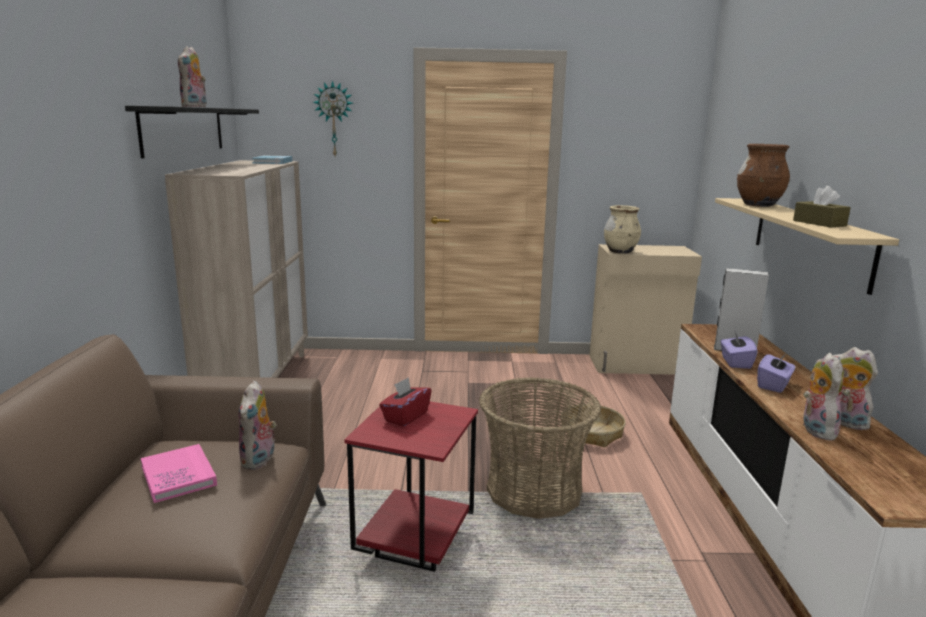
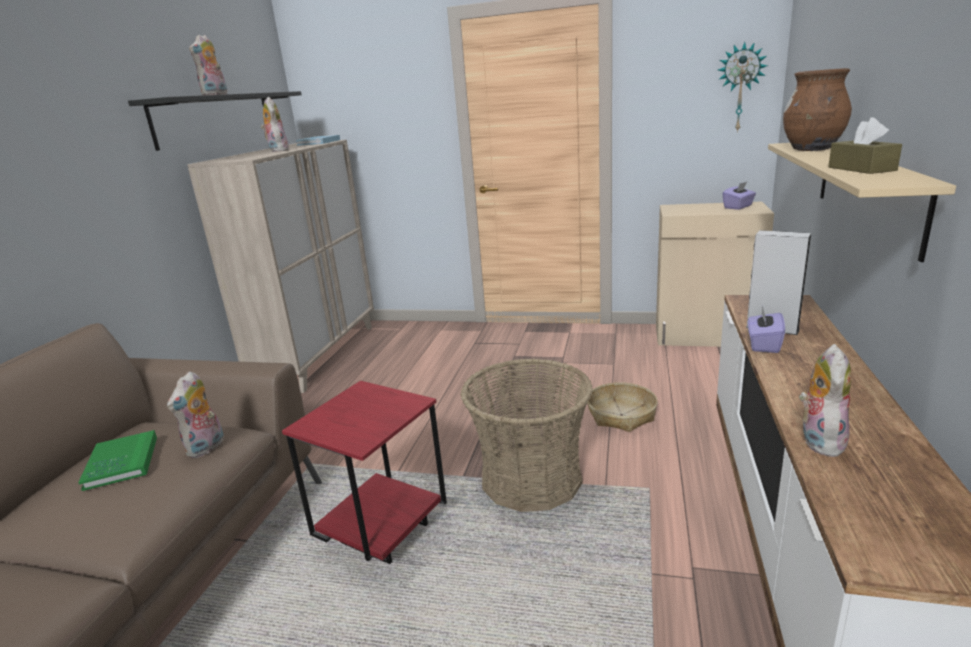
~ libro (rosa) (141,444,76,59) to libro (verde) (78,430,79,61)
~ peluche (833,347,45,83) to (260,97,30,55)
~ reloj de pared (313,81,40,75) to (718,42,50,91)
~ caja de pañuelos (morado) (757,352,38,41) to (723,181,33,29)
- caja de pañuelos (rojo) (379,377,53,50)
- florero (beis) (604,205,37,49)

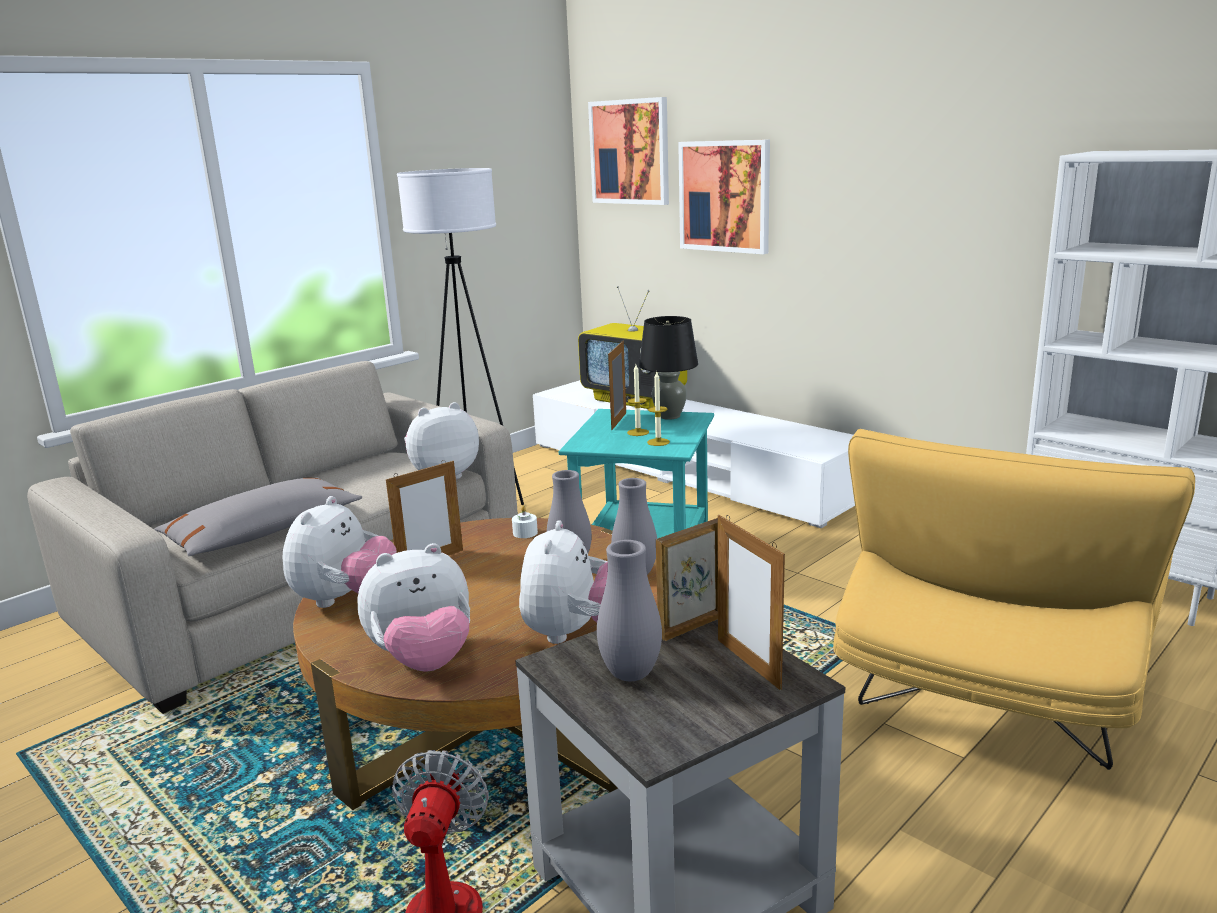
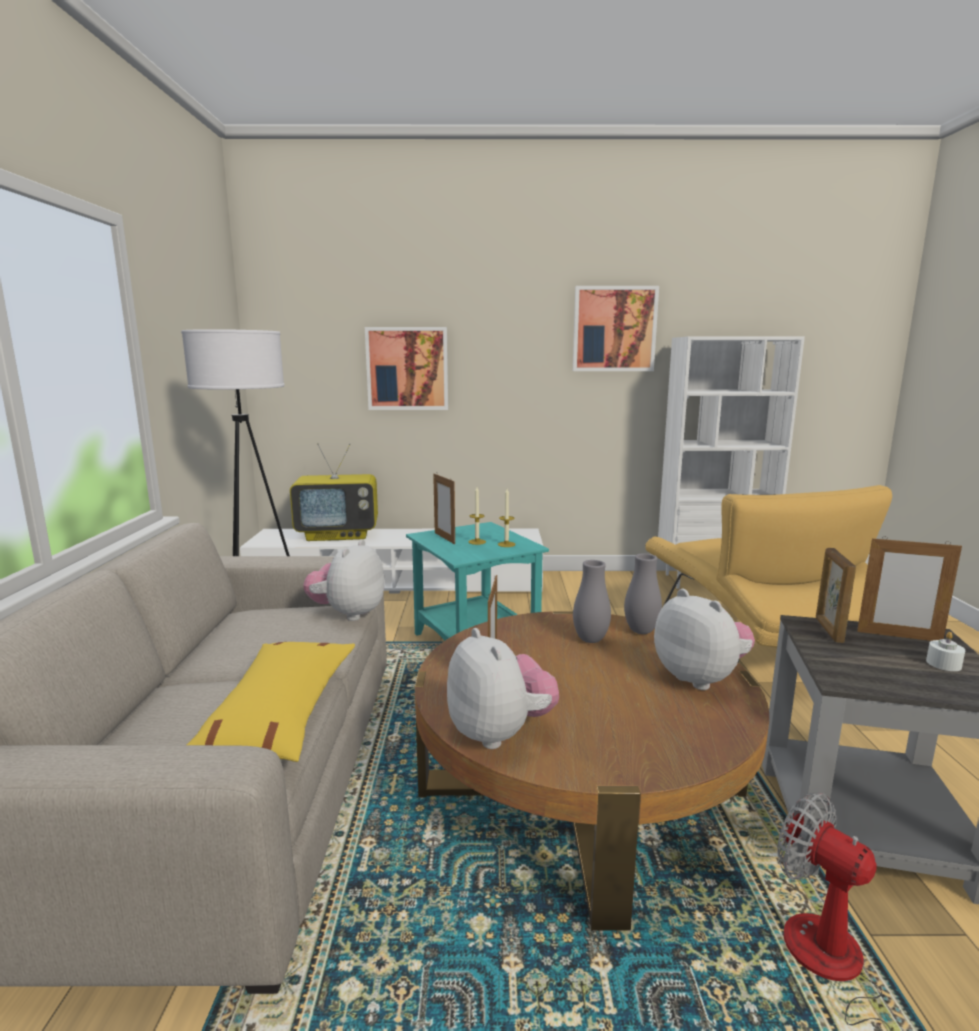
~ cojín (gris) (154,477,209,79) to cojín (amarillo) (187,642,168,120)
~ cuadro (588,97,81,108) to (573,286,86,85)
~ vela (blanco) (512,506,26,32) to (926,632,39,39)
- peluche (357,543,113,129)
- florero (gris) (597,540,65,141)
- lámpara de mesa (negro) (639,316,59,104)

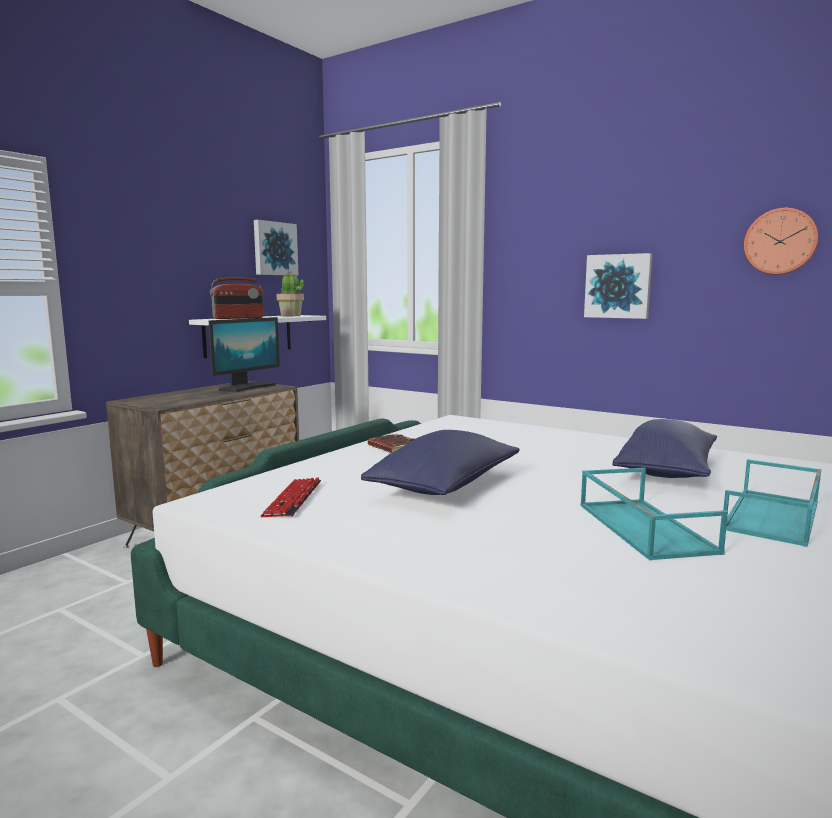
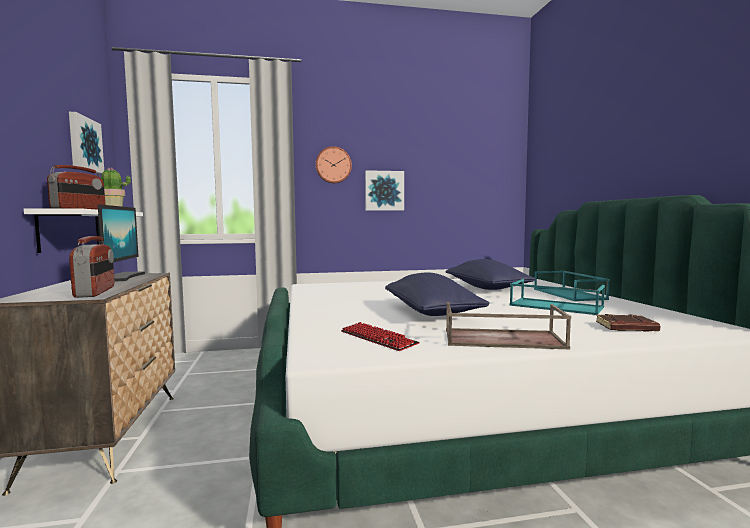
+ radio (69,236,46,62)
~ reloj de pared (744,208,75,67) to (316,146,36,37)
+ bandeja (marrón) (446,302,125,47)
~ libro (marrón) (368,434,46,19) to (596,314,64,18)

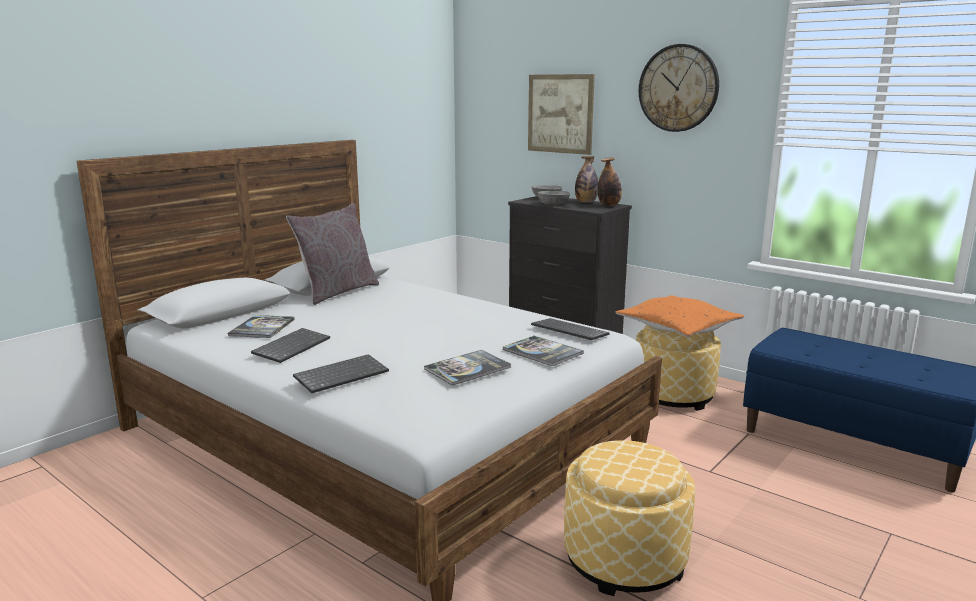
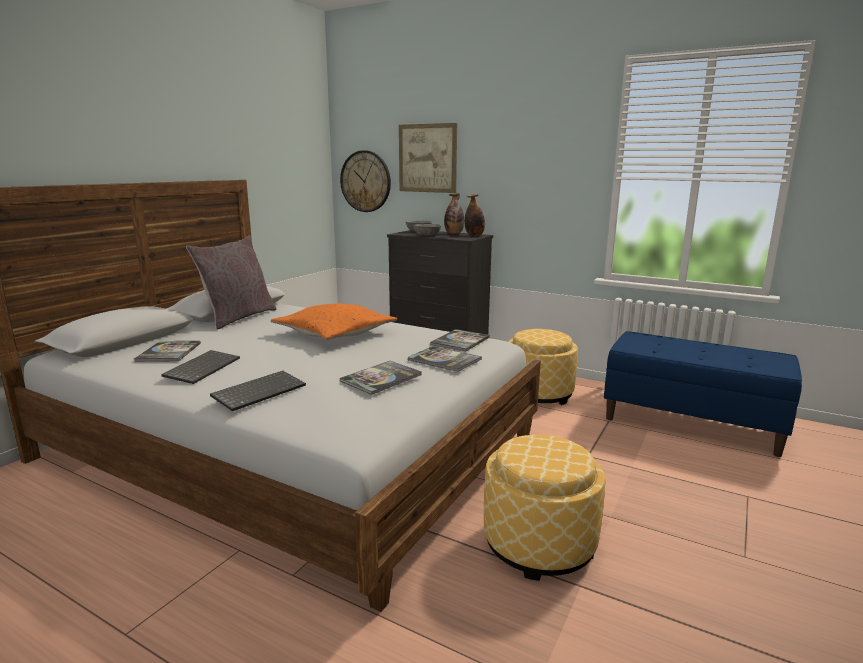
~ cojín (naranja) (616,295,128,42) to (271,303,126,37)
~ reloj de pared (639,44,80,88) to (340,150,51,62)
~ teclado (531,318,78,22) to libro (430,329,60,22)

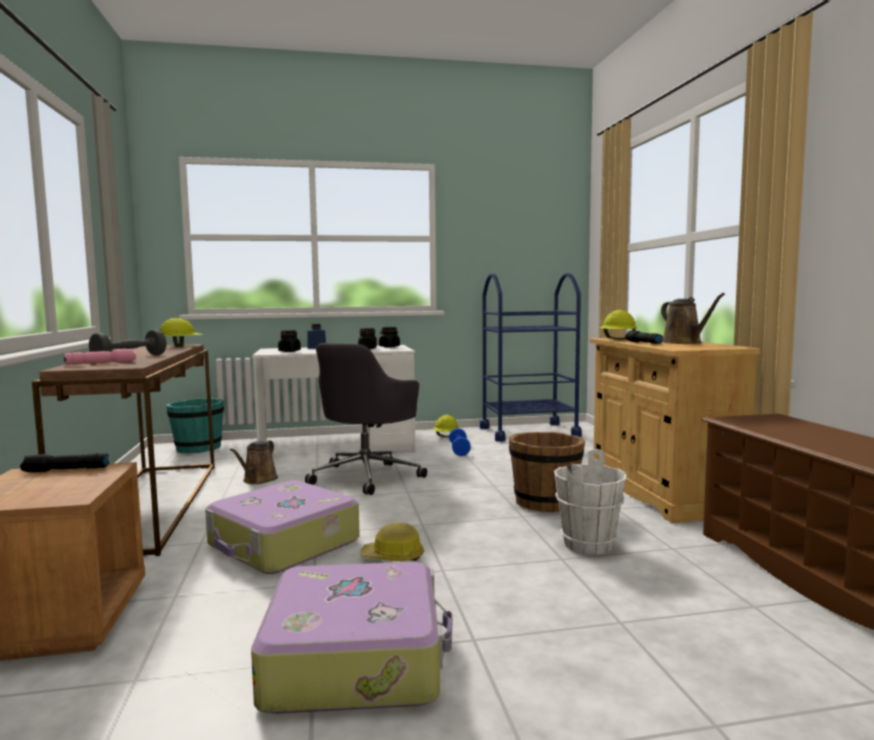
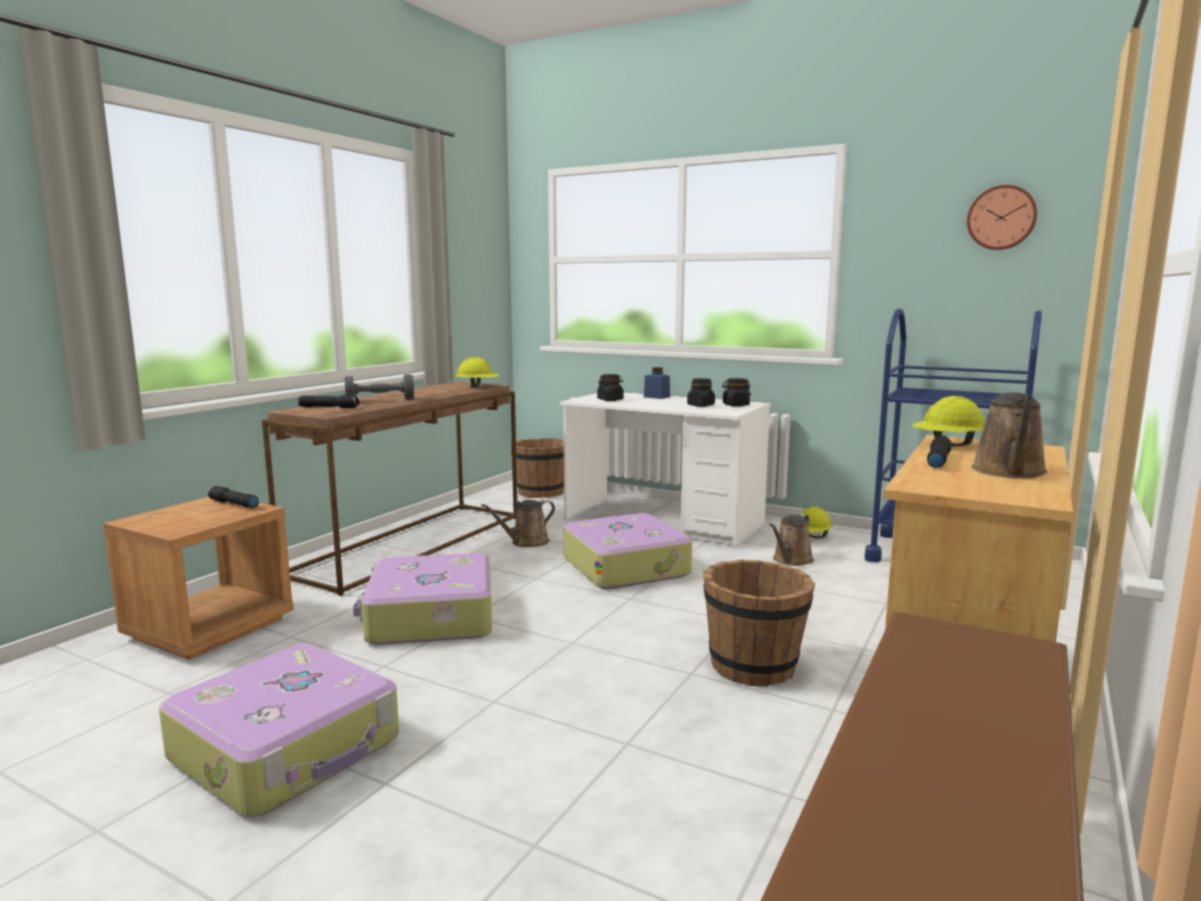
~ linterna (rosa) (63,349,73,16) to linterna (negro) (298,395,61,13)
~ cubo (turquesa) (166,398,58,55) to cubo (marrón) (511,438,53,60)
~ silla de oficina (gris) (305,343,122,152) to maleta (564,513,128,76)
~ mancuerna (azul) (449,428,22,28) to regadera (marrón) (769,514,45,52)
+ reloj de pared (967,185,70,65)
- casco (360,523,64,38)
- cubo (blanco) (554,449,72,106)

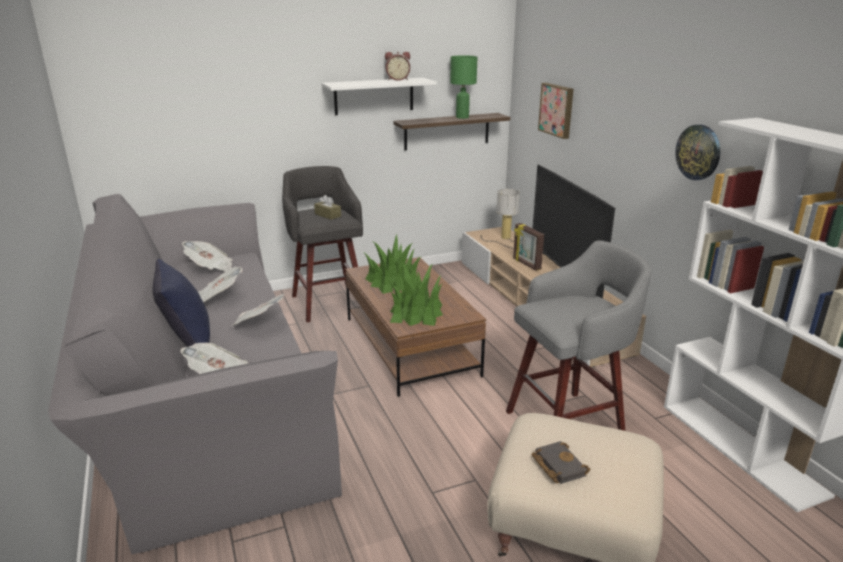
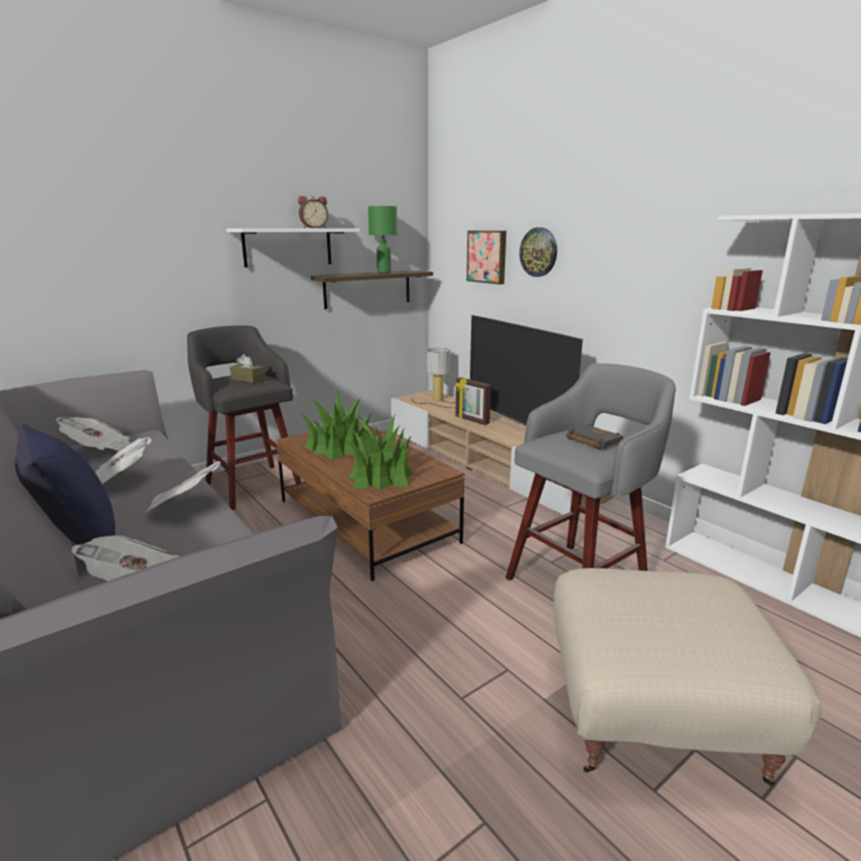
~ reloj de pared (675,125,45,55) to (519,228,38,49)
~ libro (negro) (531,441,59,43) to (566,423,57,27)

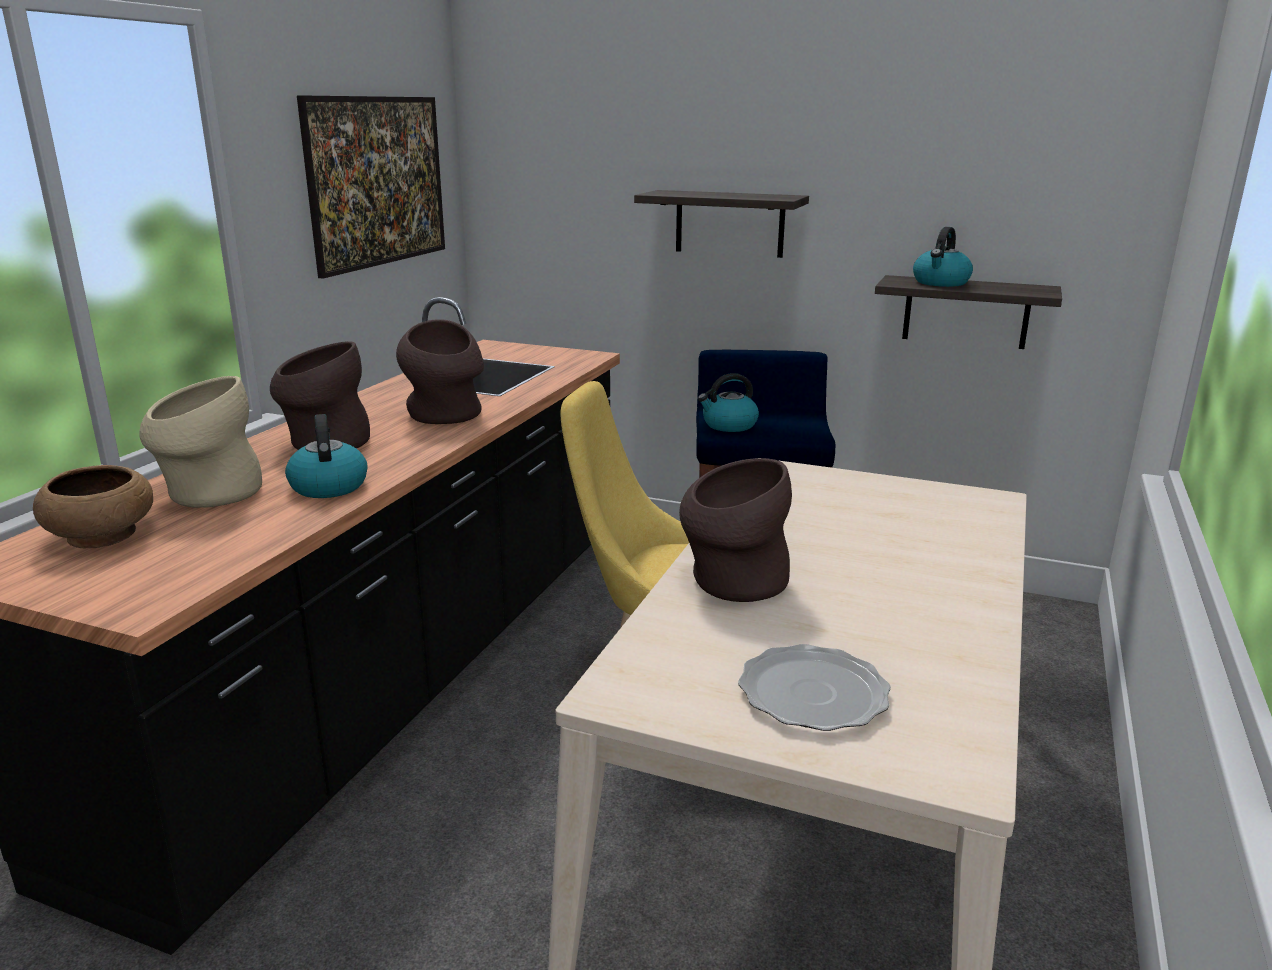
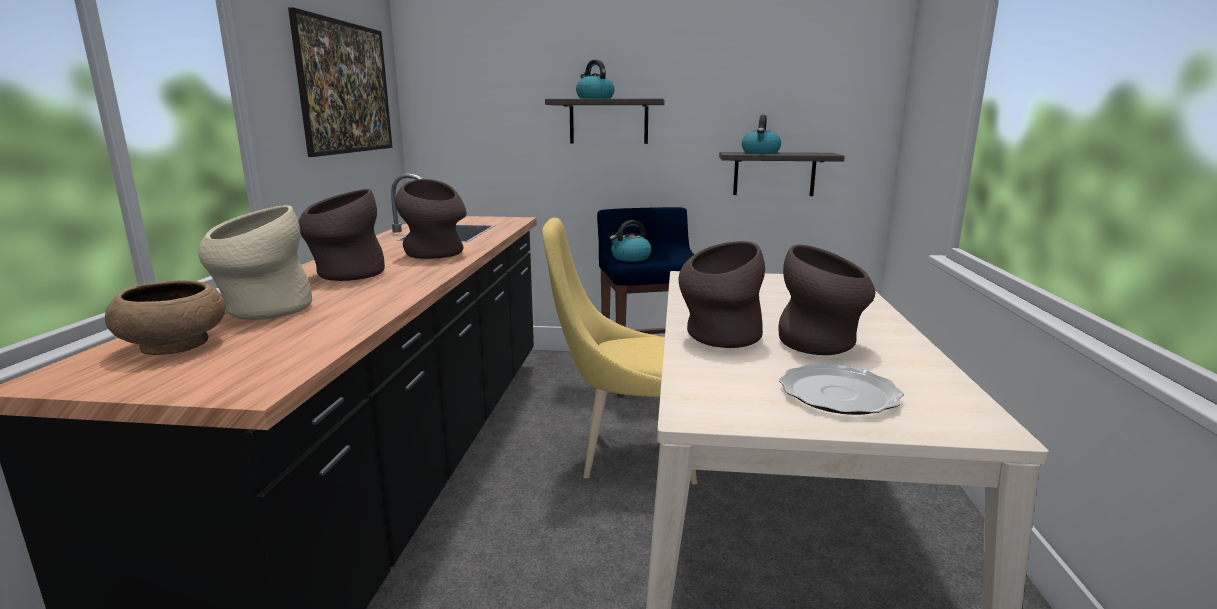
~ hervidor (285,414,83,84) to (576,60,39,39)
+ florero (marrón) (778,245,97,110)

